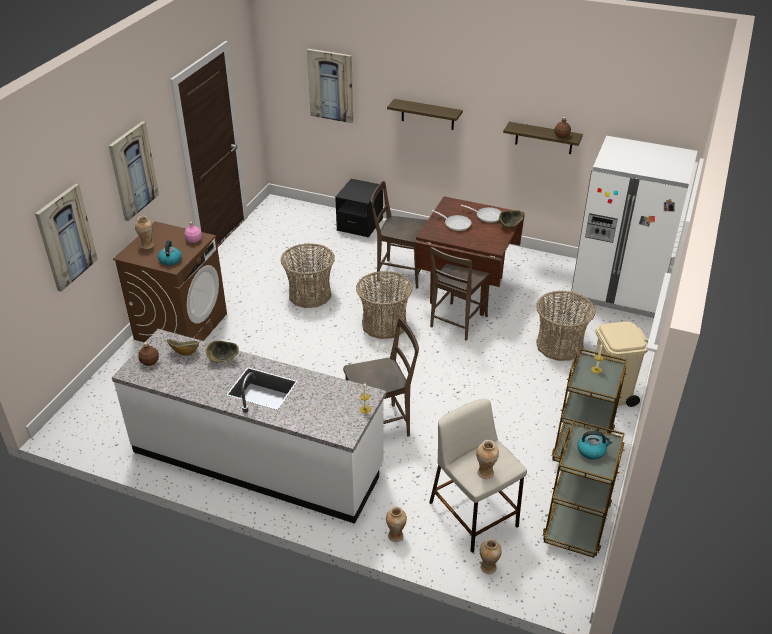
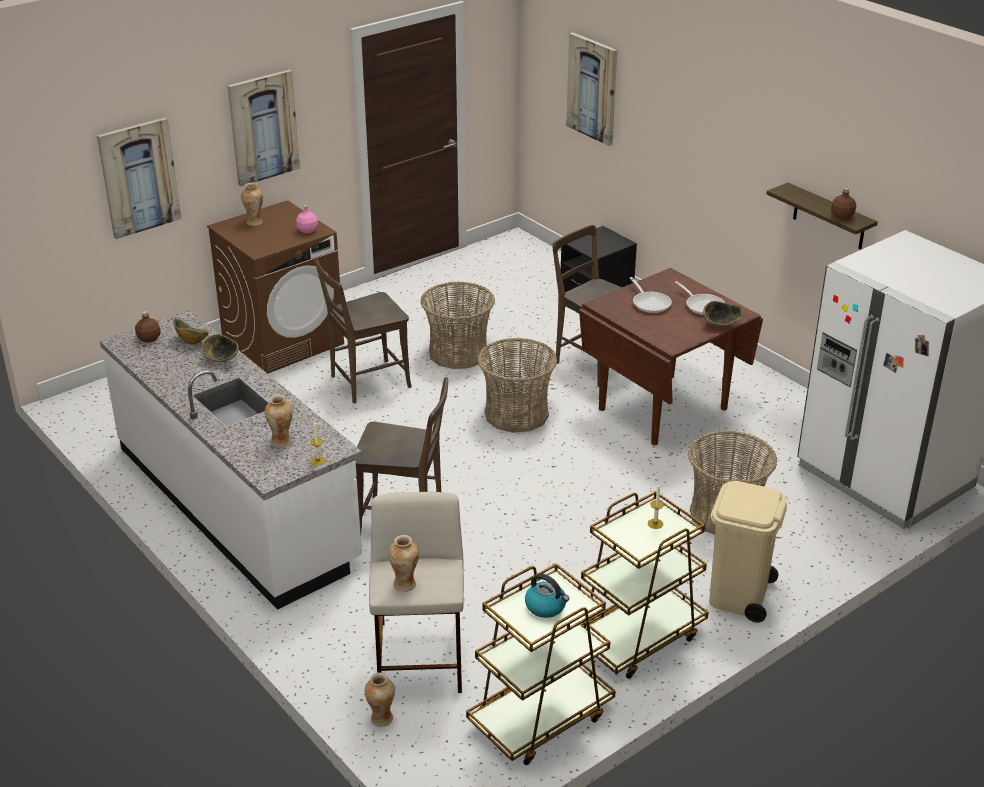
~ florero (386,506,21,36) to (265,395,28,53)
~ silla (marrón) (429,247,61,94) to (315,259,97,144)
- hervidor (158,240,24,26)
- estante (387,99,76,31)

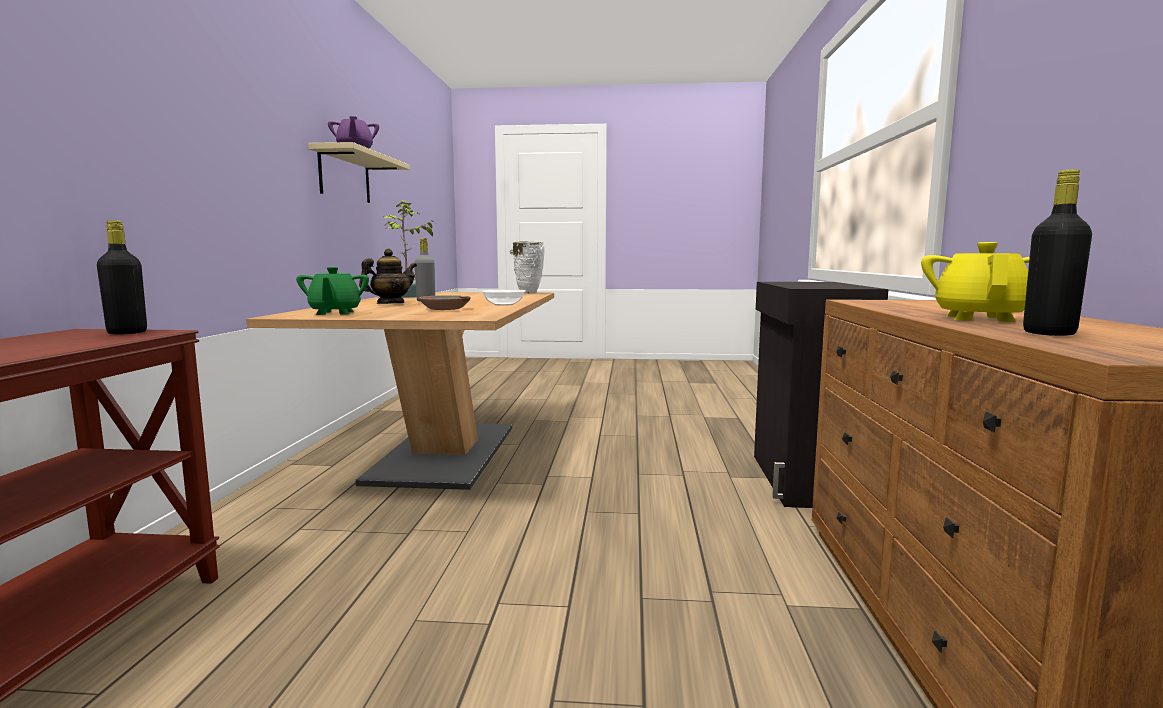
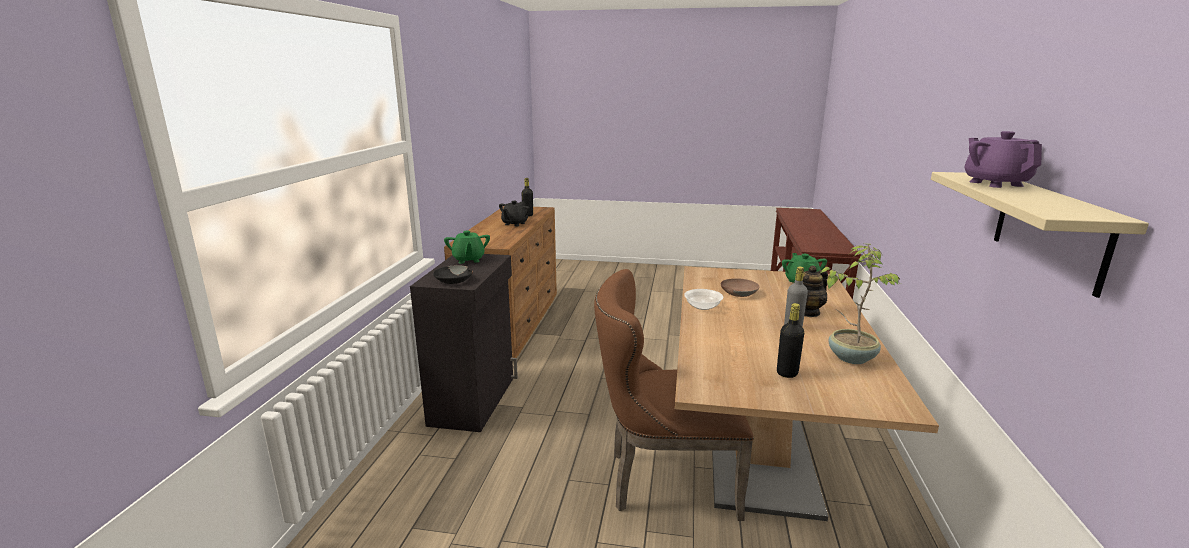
+ cuenco (negro) (433,265,40,19)
+ tetera (verde) (444,231,46,33)
~ tetera (amarillo) (921,242,109,80) to tetera (negro) (499,201,31,26)
+ silla (marrón) (594,269,160,252)
~ botella (negro) (97,220,50,115) to (777,303,27,75)
- florero (blanco) (513,241,32,53)

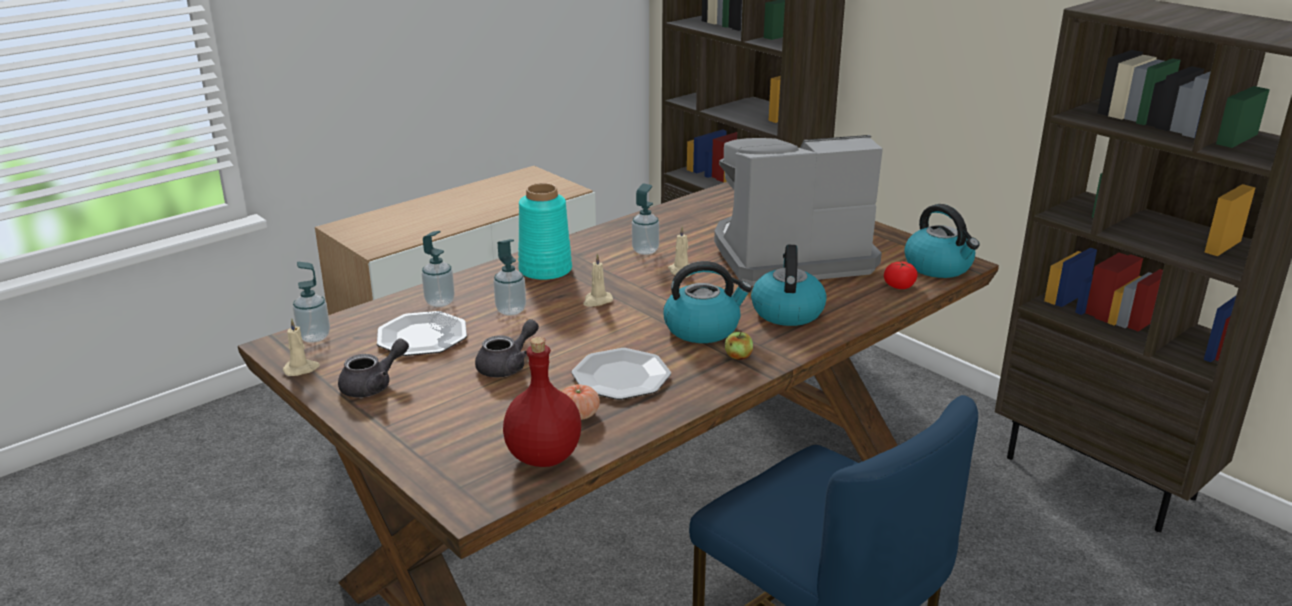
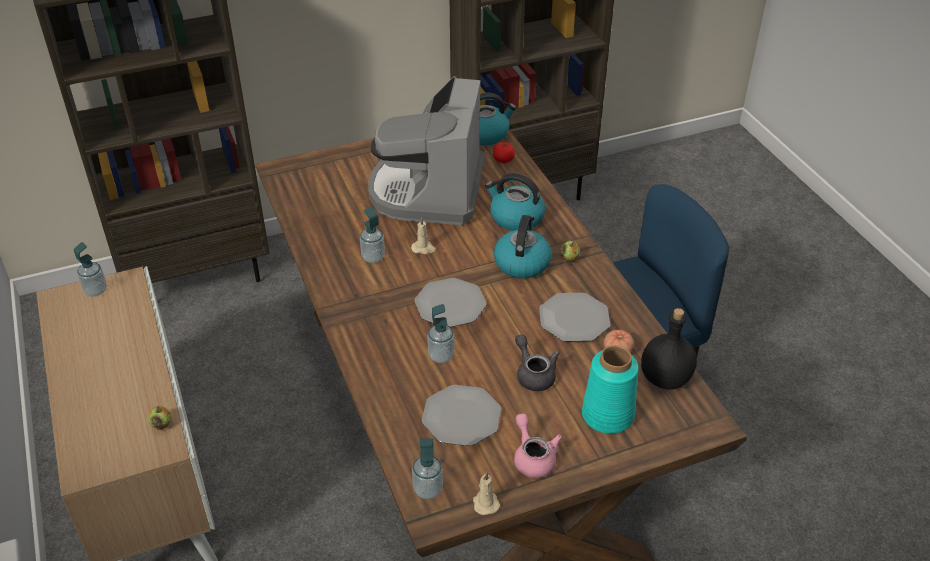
~ dispensador de jabón (422,231,33,76) to (74,242,33,54)
+ manzana (148,406,23,23)
~ vela (beis) (583,254,30,53) to plato (414,278,73,49)
~ tetera (gris) (338,338,71,60) to tetera (rosa) (514,413,48,65)
~ florero (turquesa) (518,183,54,97) to (582,345,57,89)
~ botella (rojo) (503,337,78,130) to botella (negro) (641,308,56,82)

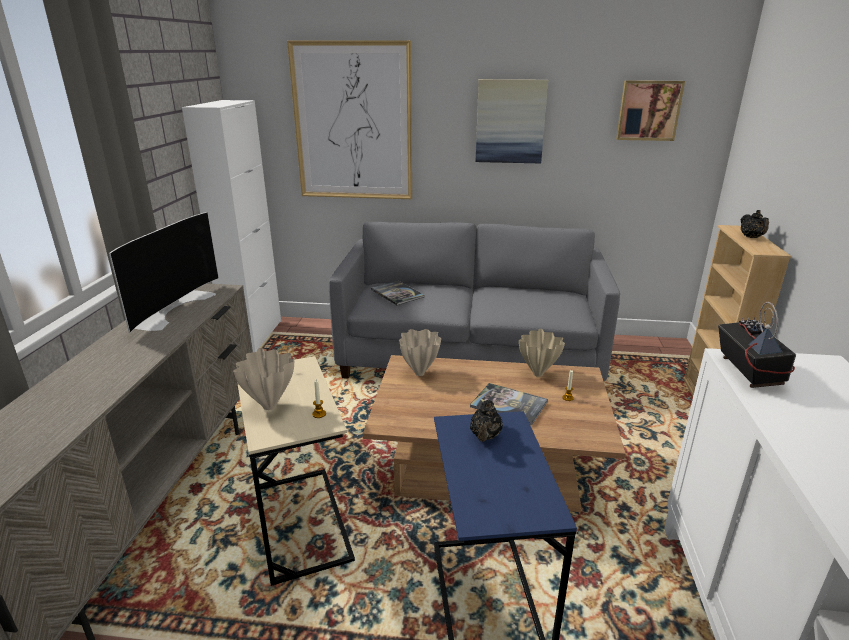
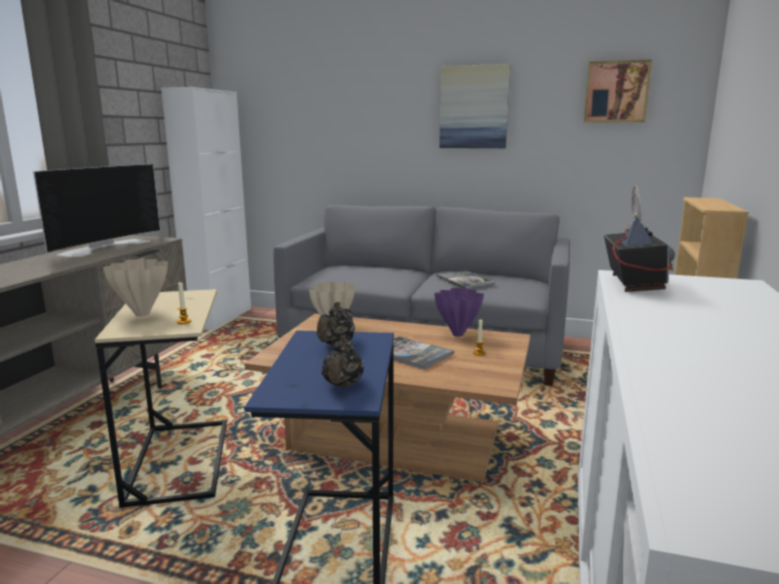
~ tetera (negro) (741,210,28,28) to (322,334,42,53)
~ florero (beis) (519,329,46,48) to florero (morado) (434,287,50,50)
~ libro (371,280,54,25) to (436,270,59,19)
- cuadro (287,40,125,159)

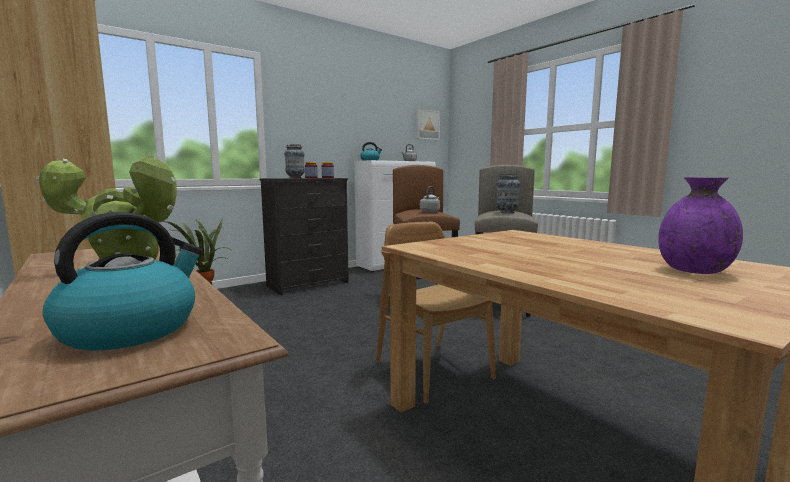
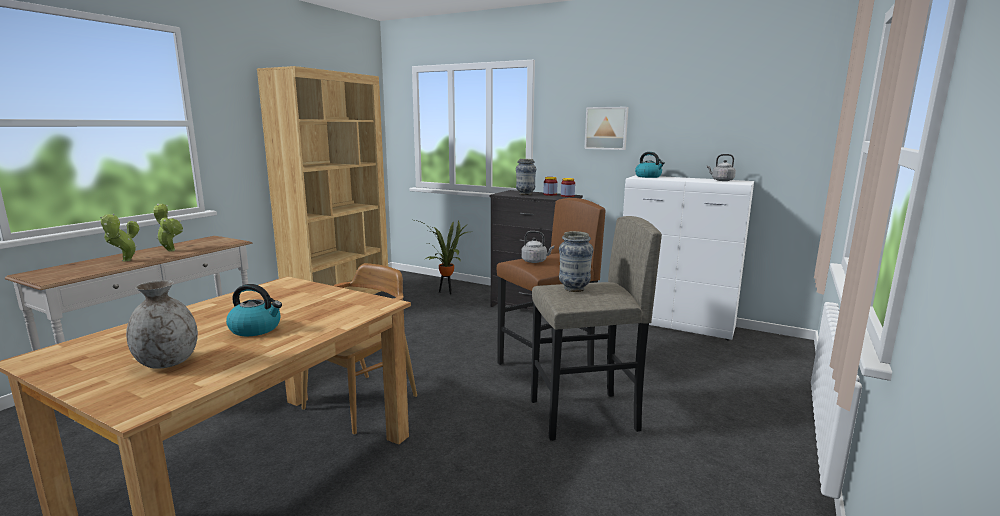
~ florero (morado) (658,177,85,97) to florero (gris) (126,280,72,89)
~ hervidor (43,212,160,138) to (226,284,56,52)
~ cuadro (416,109,24,31) to (584,107,44,43)

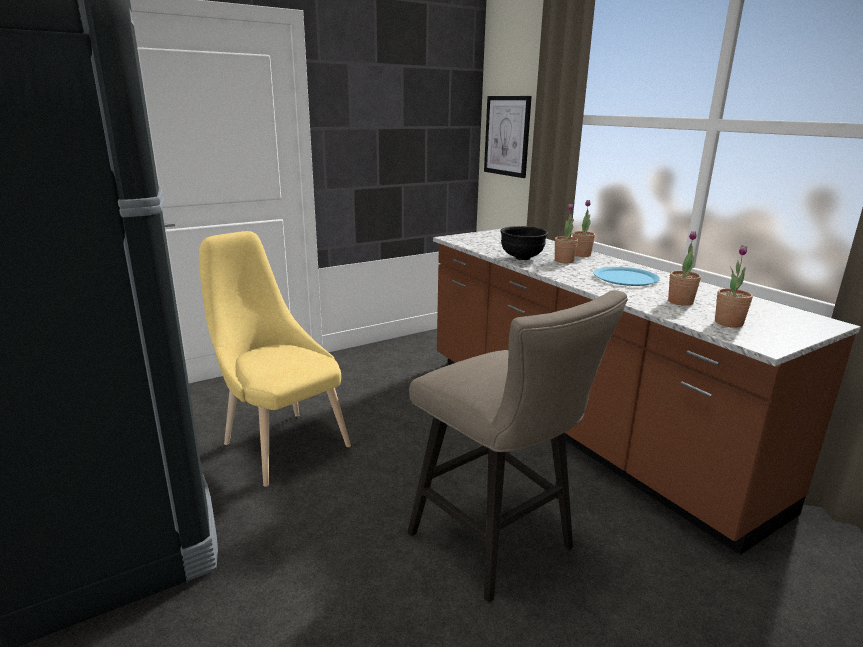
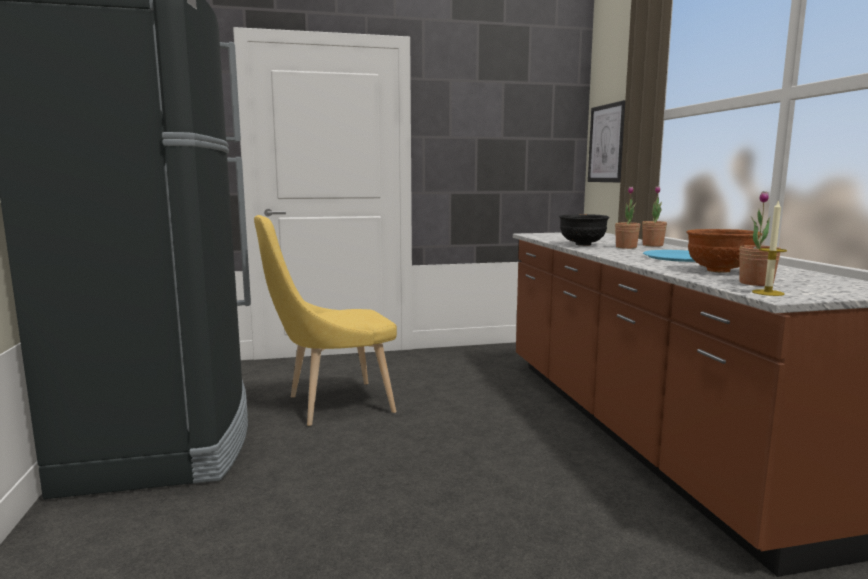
~ silla (amarillo) (199,231,152,256) = (254,215,143,211) 90 degrees counterclockwise
~ planta en maceta (668,231,33,75) to cuenco (marrón) (686,229,76,44)
+ vela (752,199,35,97)
- taburete (beis) (407,290,221,313)

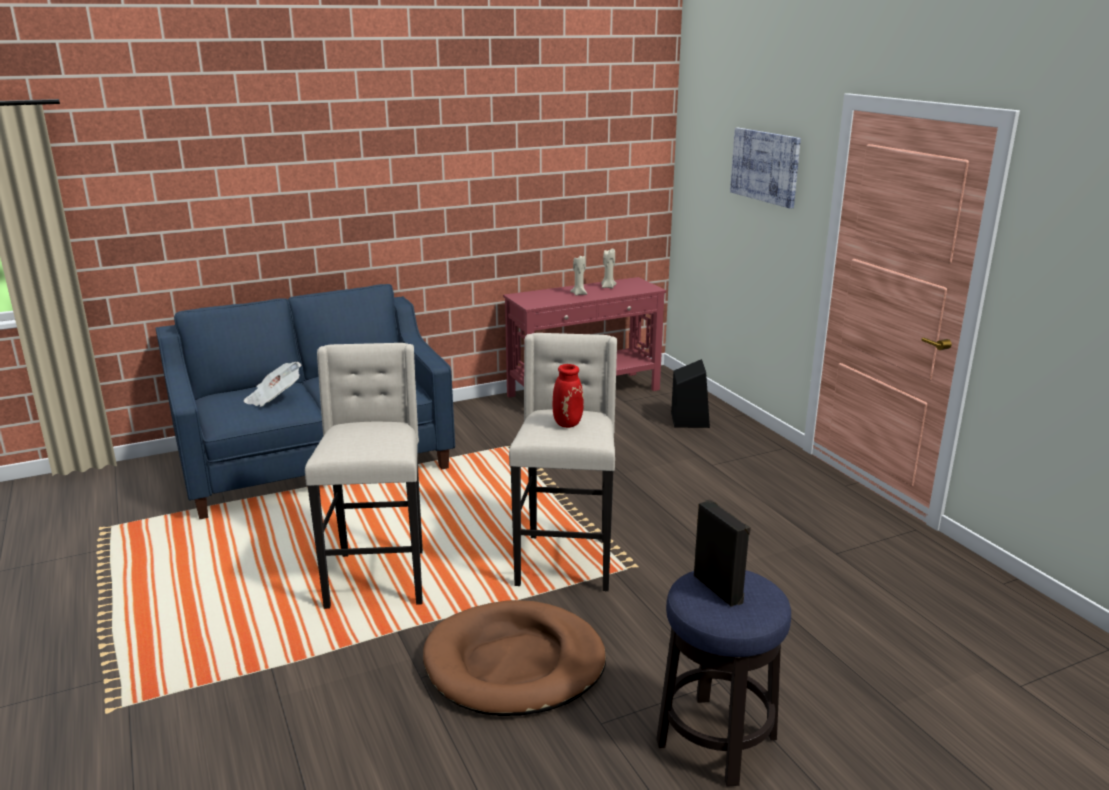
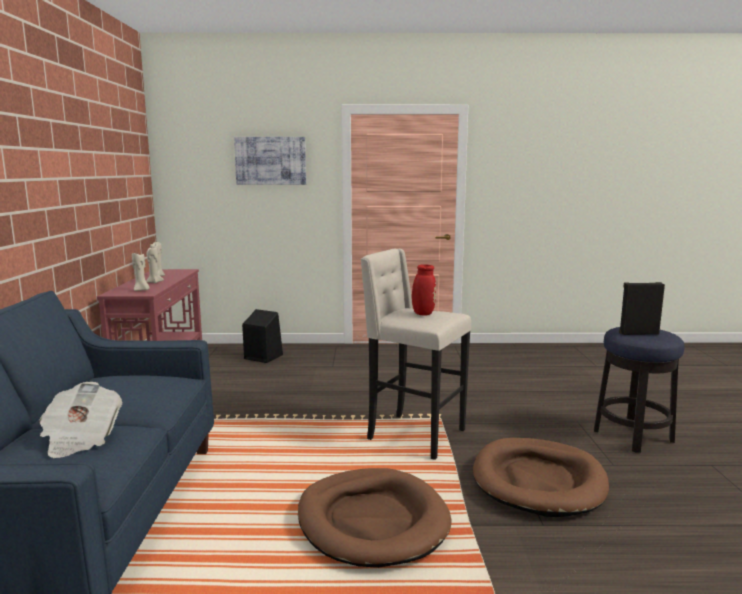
+ vela (beis) (132,253,17,38)
~ taburete (beis) (305,343,118,266) to cama para perro (marrón) (298,468,154,100)

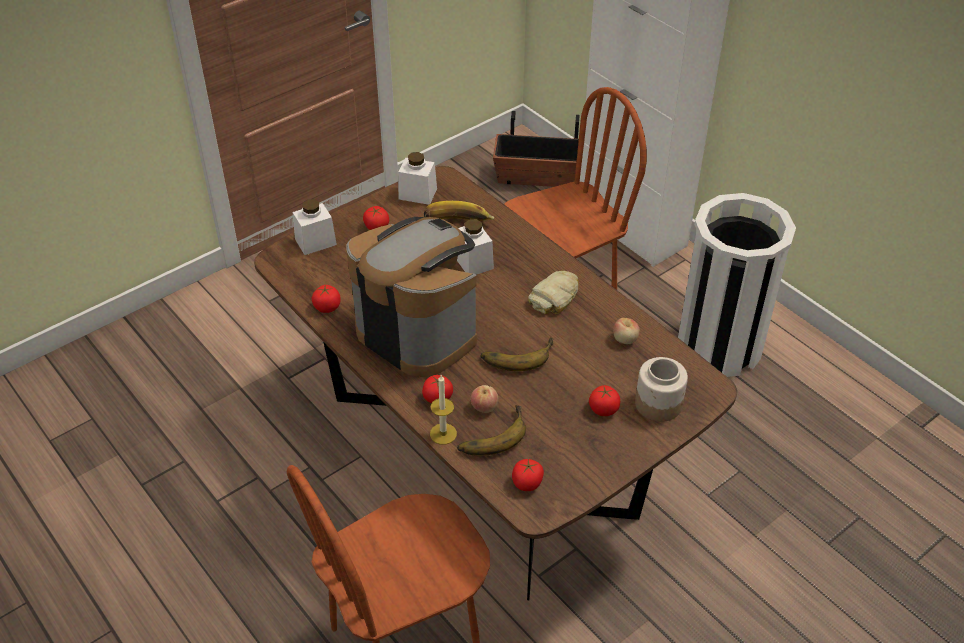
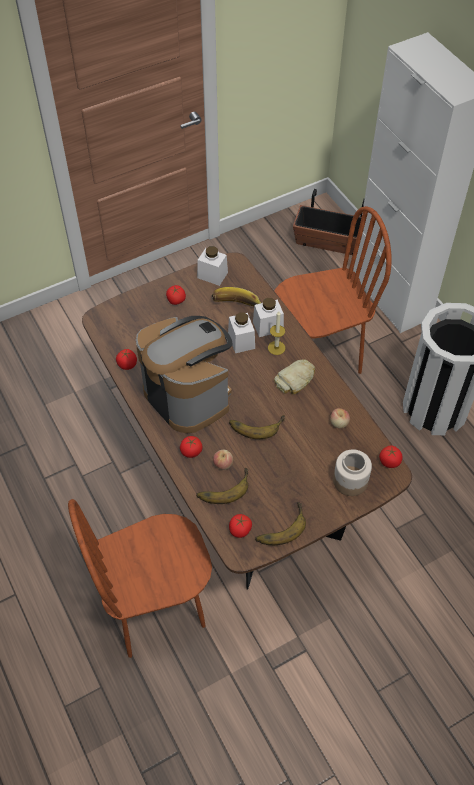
~ tarro (blanco) (293,199,44,56) to (253,298,31,39)
+ plátano (255,502,51,43)
~ vela (430,375,27,70) to (268,311,17,44)
~ tomate (589,385,31,31) to (379,445,23,23)

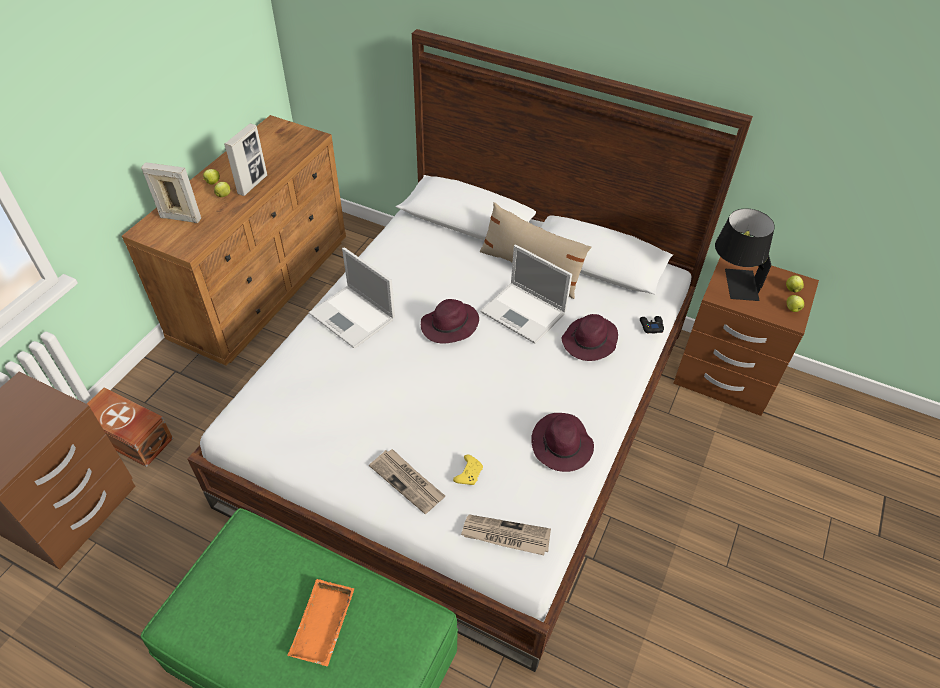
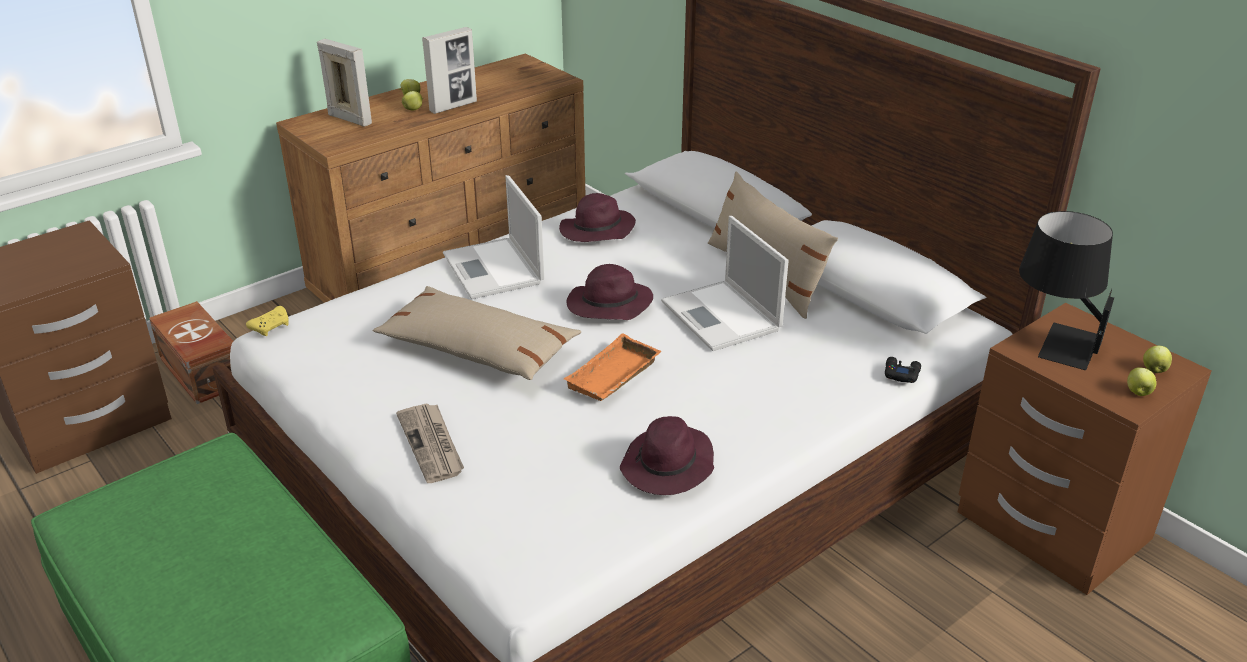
~ mando de consola (amarillo) (453,454,30,31) to (246,306,43,30)
+ cojín (beis) (373,286,208,94)
~ sombrero (morado) (562,314,56,47) to (559,193,77,49)
~ bandeja (naranja) (287,579,68,88) to (564,333,97,68)
- periódico (461,514,90,41)

